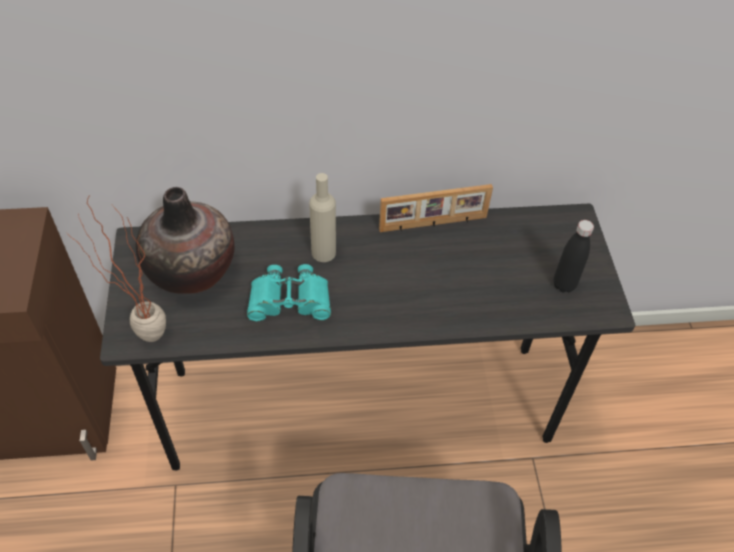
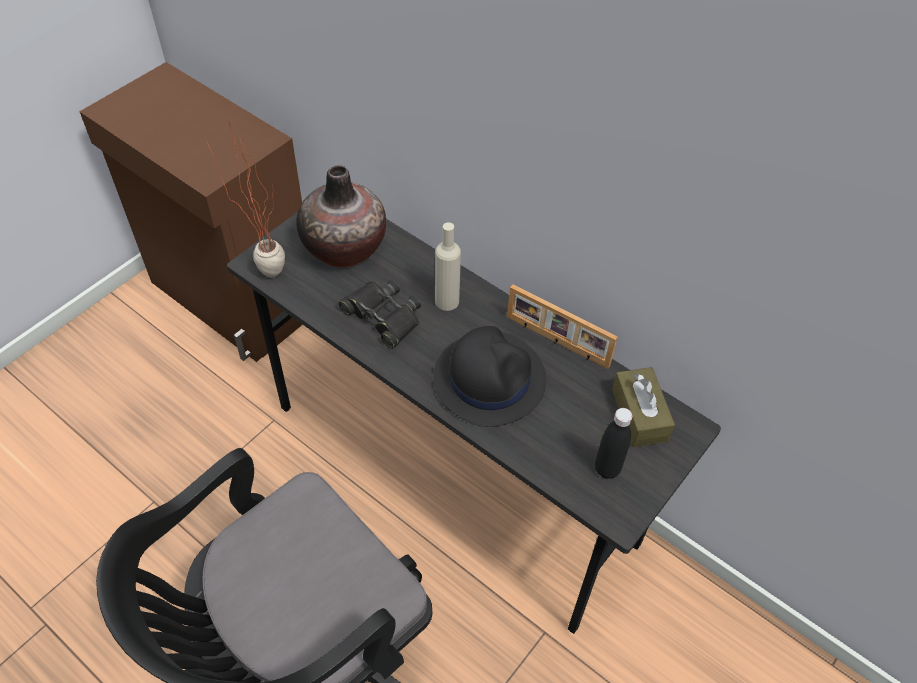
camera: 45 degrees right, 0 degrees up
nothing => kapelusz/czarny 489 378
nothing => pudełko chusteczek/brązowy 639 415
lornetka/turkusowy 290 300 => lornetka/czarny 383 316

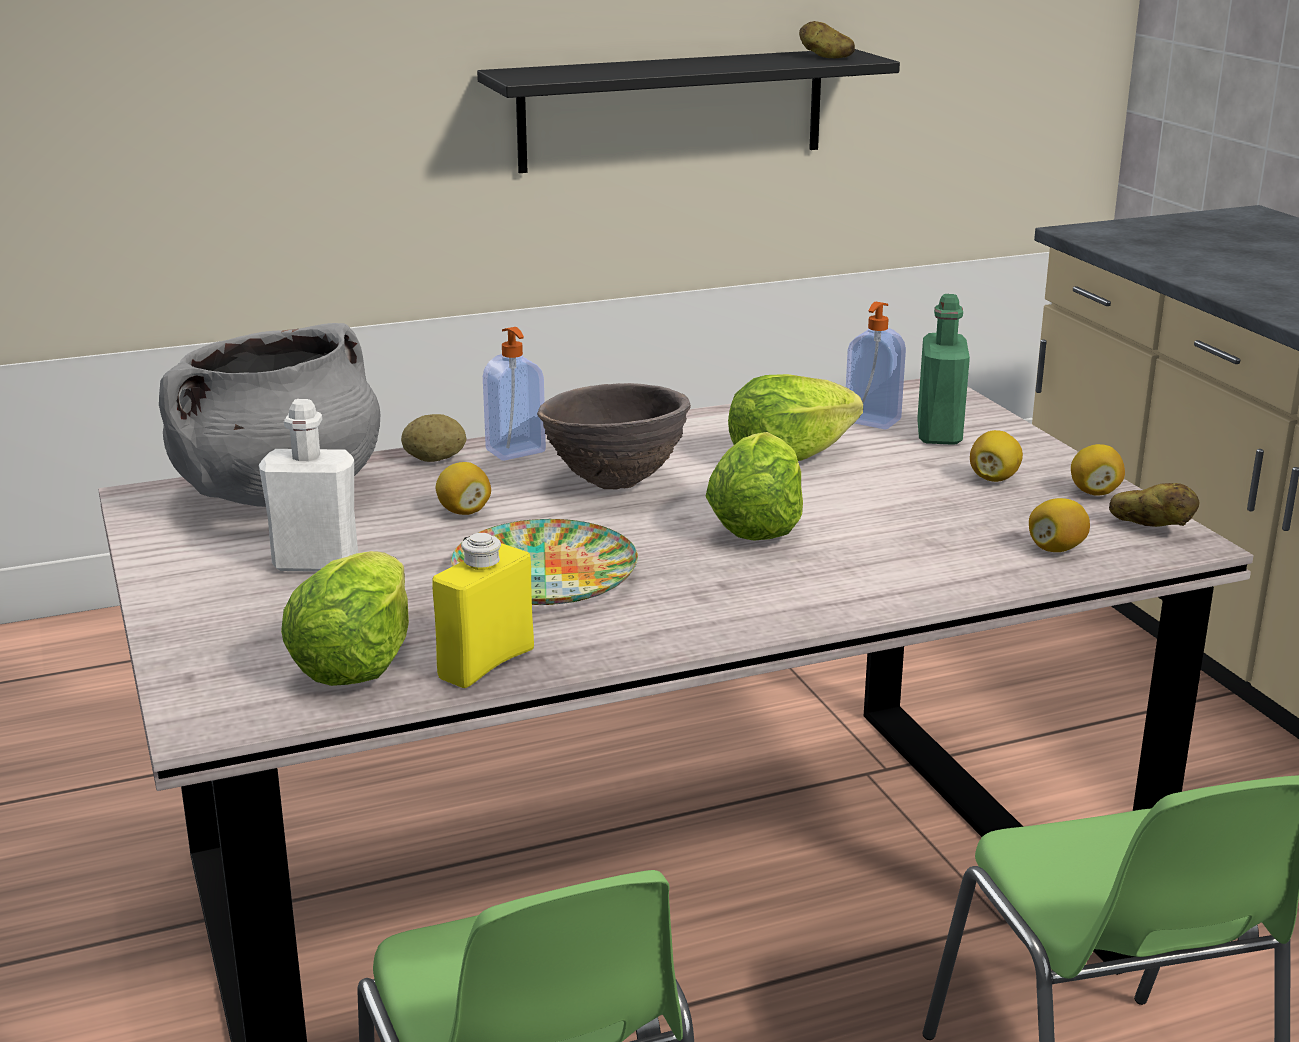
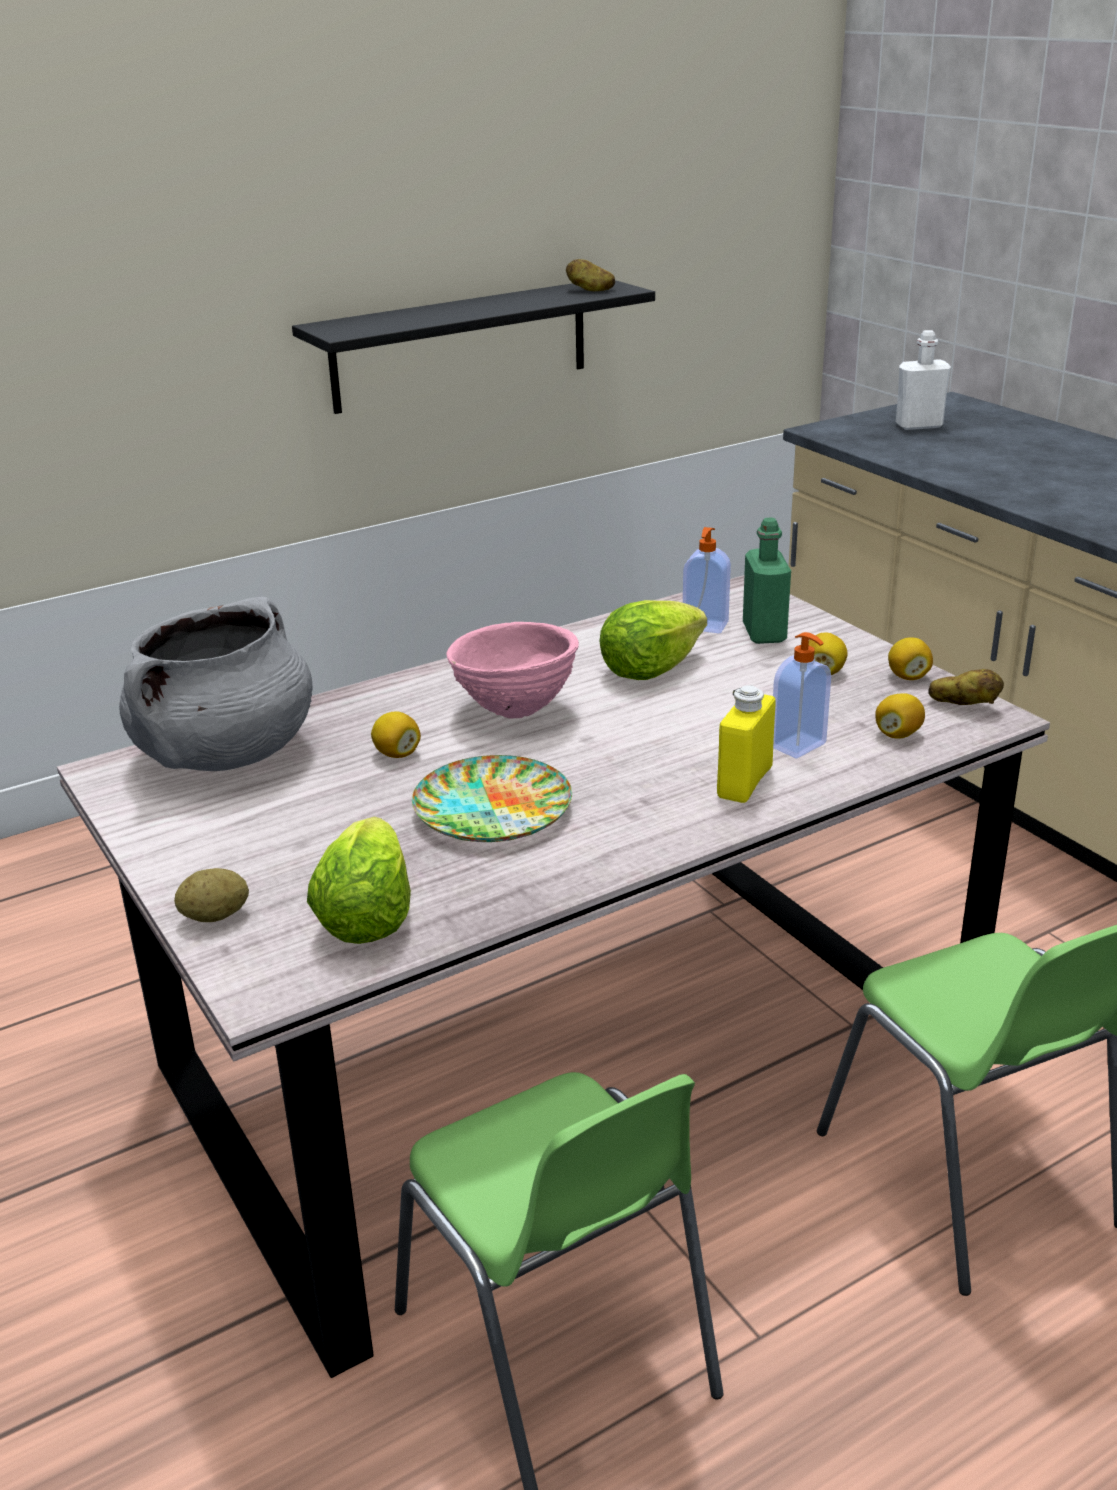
camera: 10 degrees left, 5 degrees up
sałata 756 526 => nothing
butelka/biały 315 563 => butelka/biały 919 425, move
ziemniak 435 459 => ziemniak 215 916, move
butelka/żółty 486 663 => butelka/żółty 744 782, move
dozownik mydła 516 451 => dozownik mydła 799 746, move
miska/brązowy 614 483 => miska/różowy 515 711

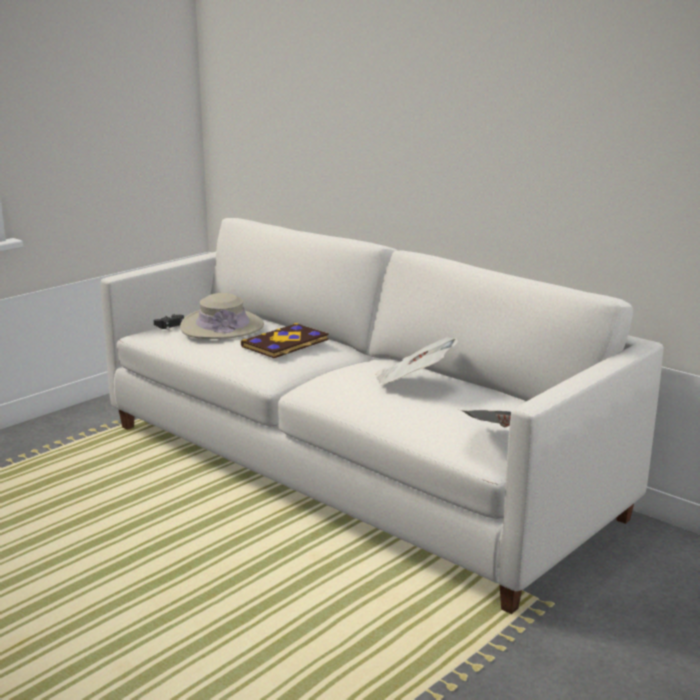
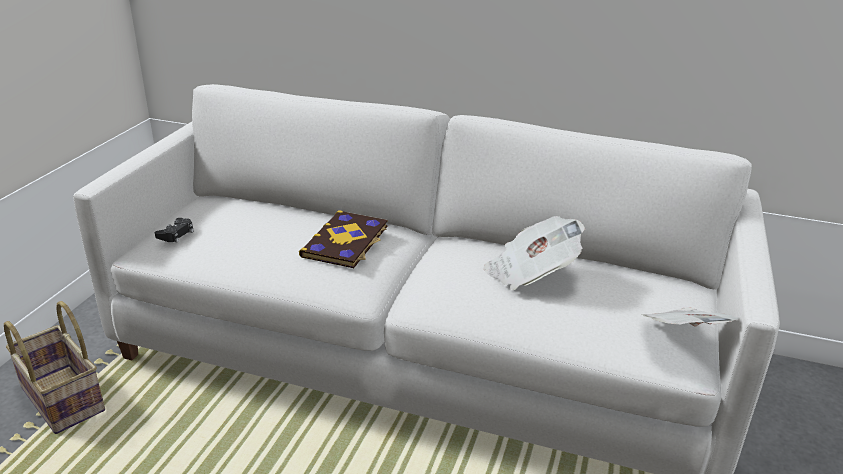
camera: 25 degrees left, 10 degrees up
kapelusz/beżowy 222 326 => nothing
nothing => koszyk 61 399

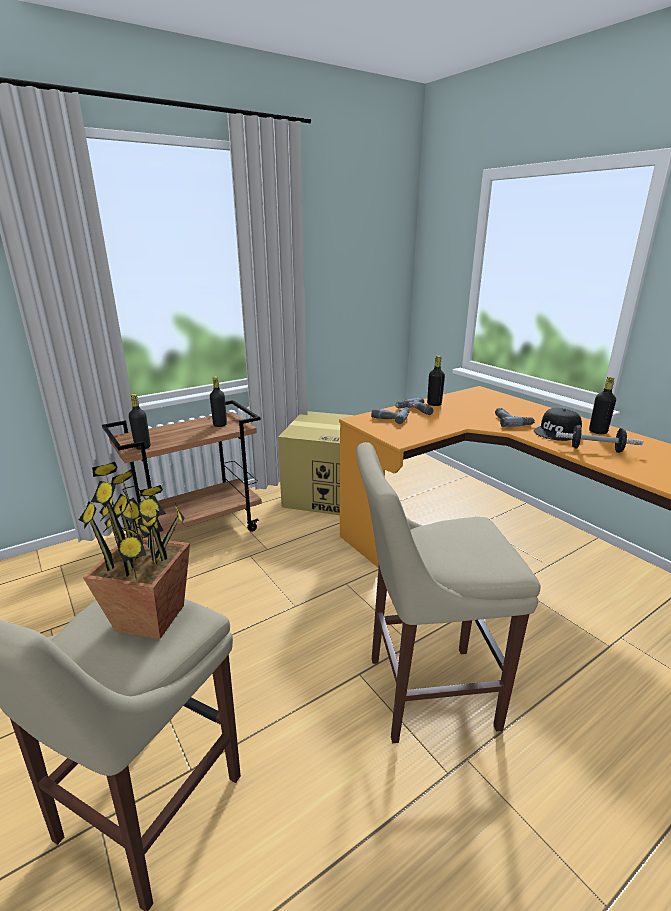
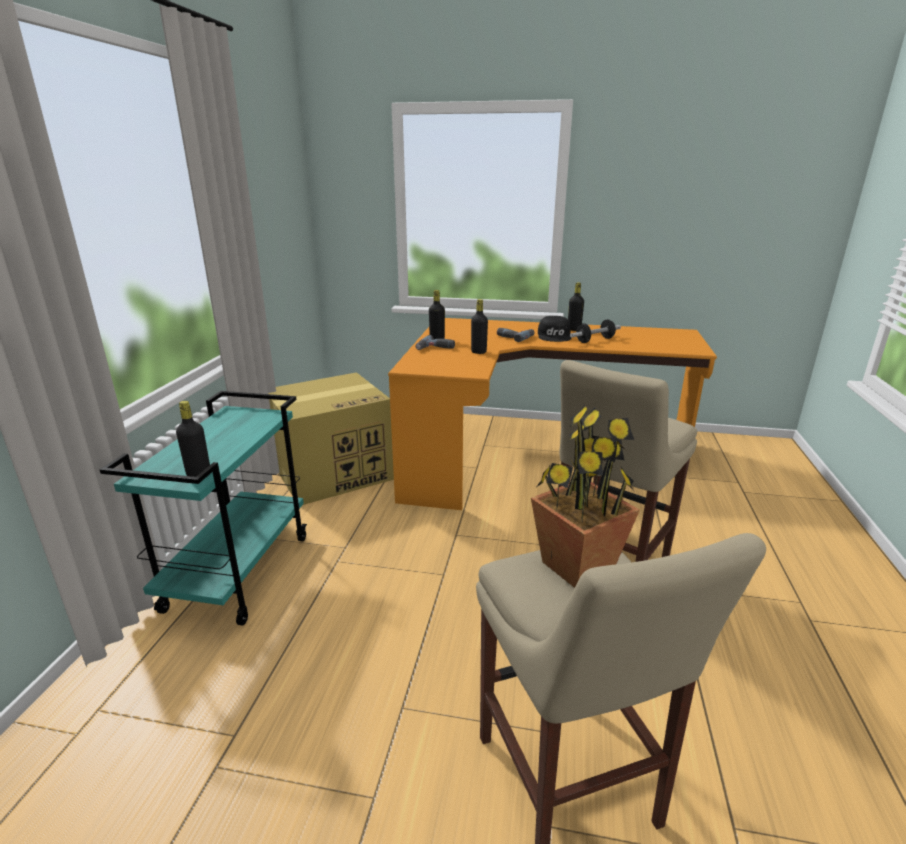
camera: 45 degrees left, 0 degrees up
wiertarka 390 417 => nothing
butelka/czarny 220 424 => butelka/czarny 478 352, move
wózek/brązowy 198 531 => wózek/turkusowy 238 571

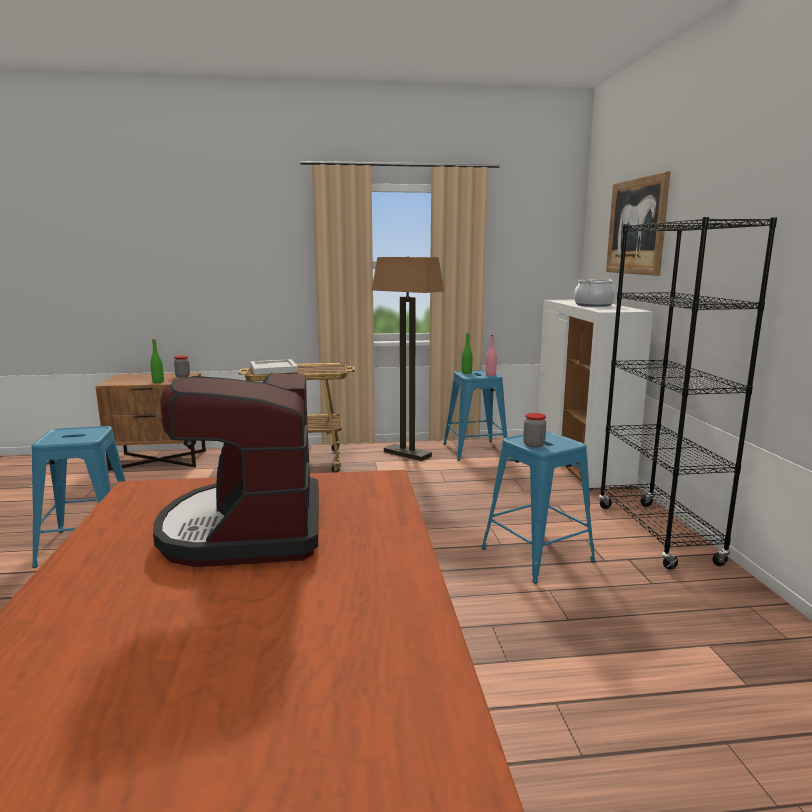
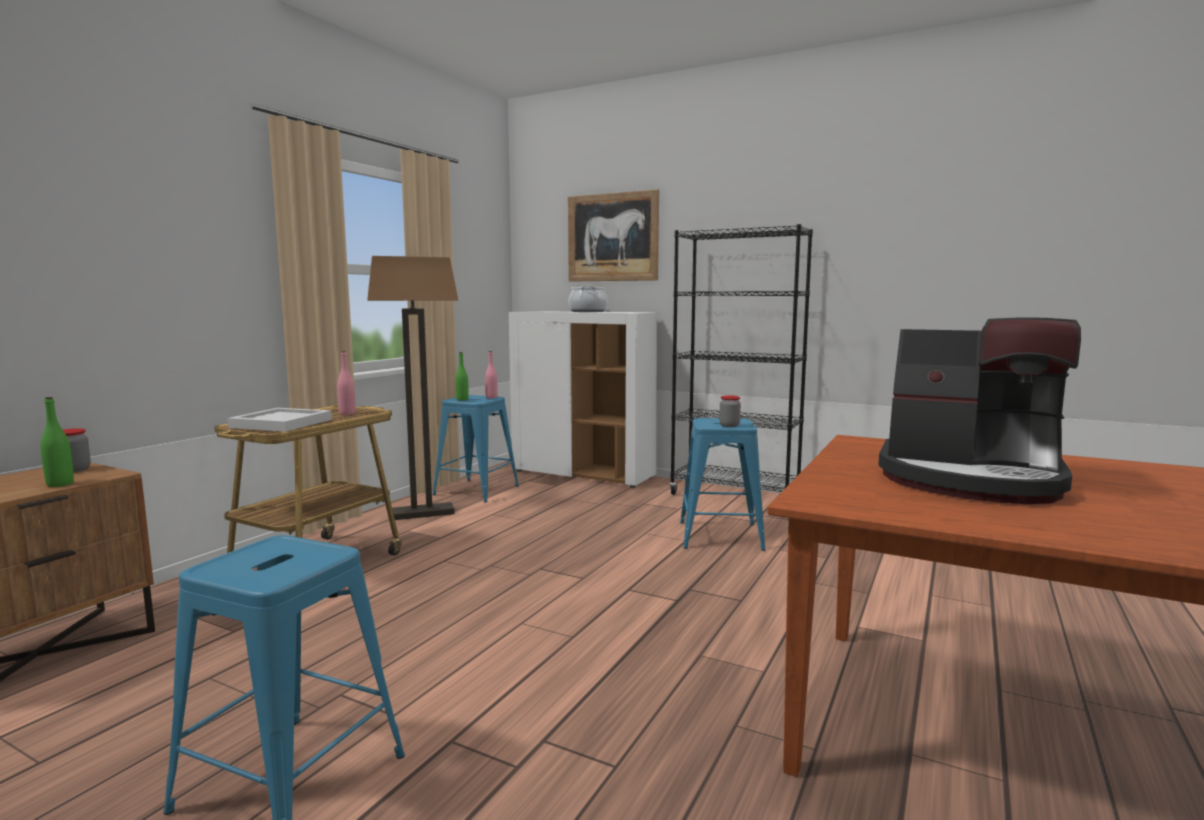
camera: 55 degrees left, 5 degrees down
nothing => butelka/różowy 347 413

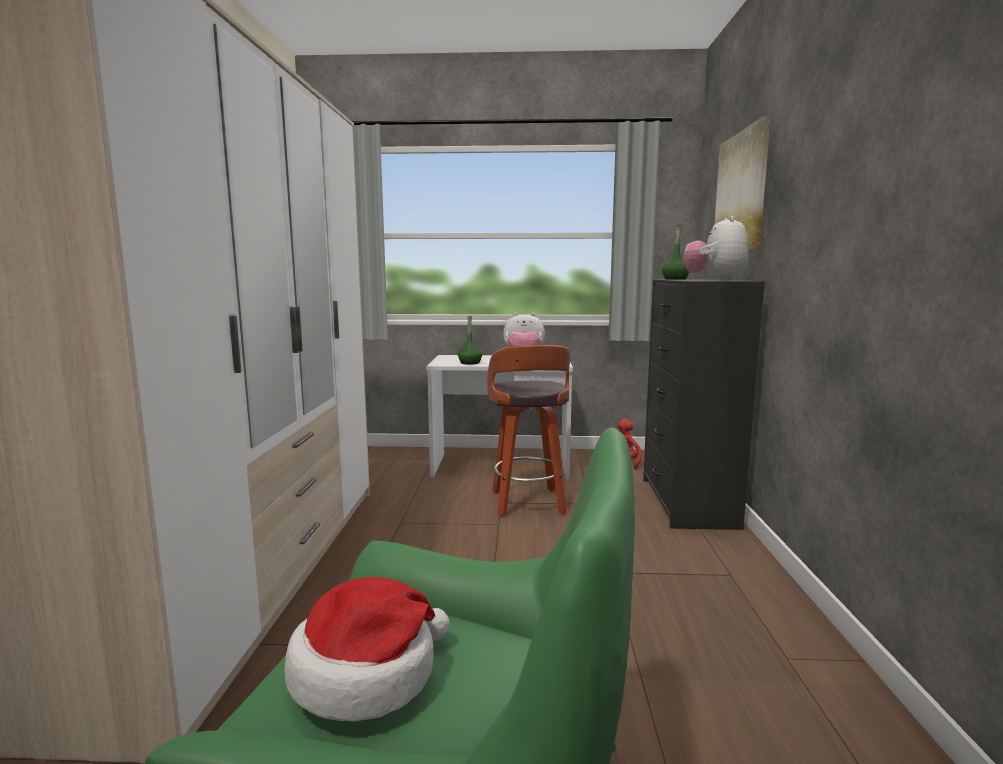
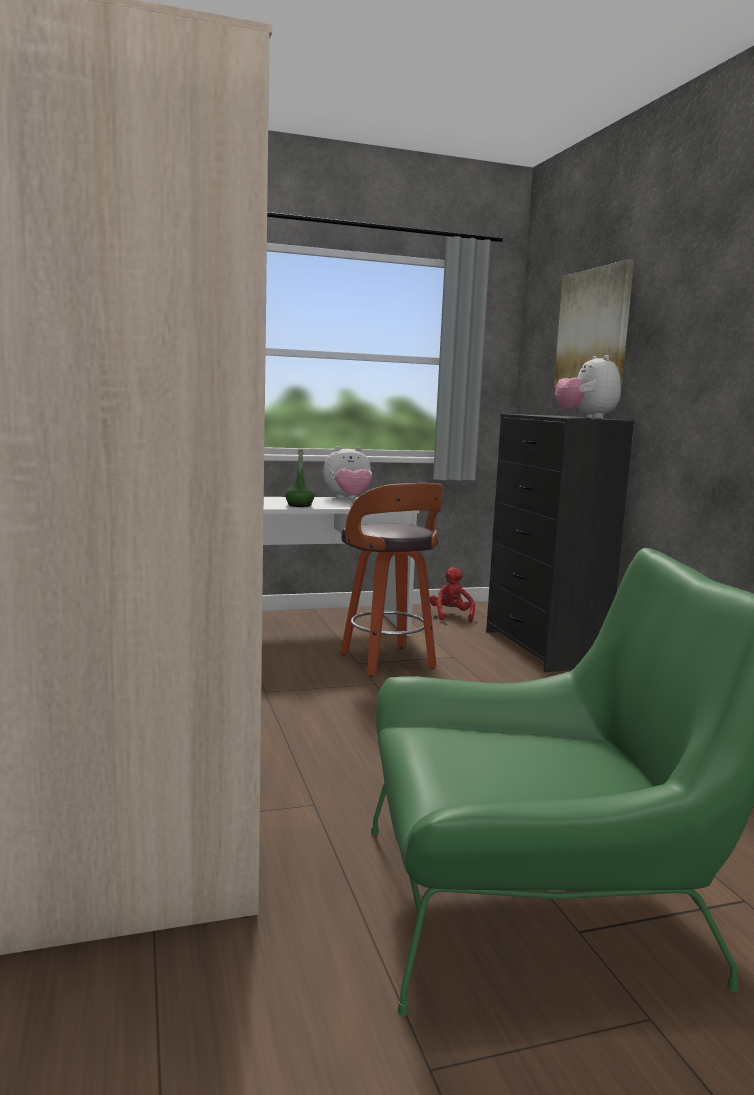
camera: 20 degrees left, 0 degrees up
kapelusz 367 672 => nothing
butelka/zielony 675 279 => nothing

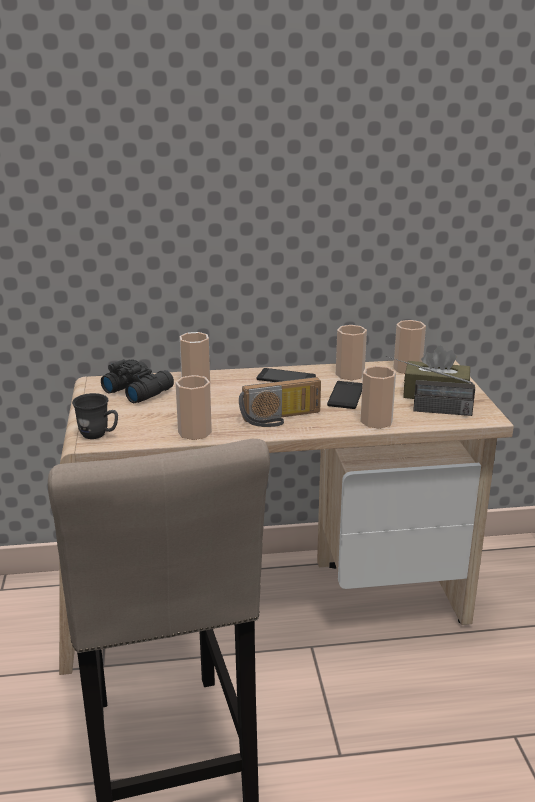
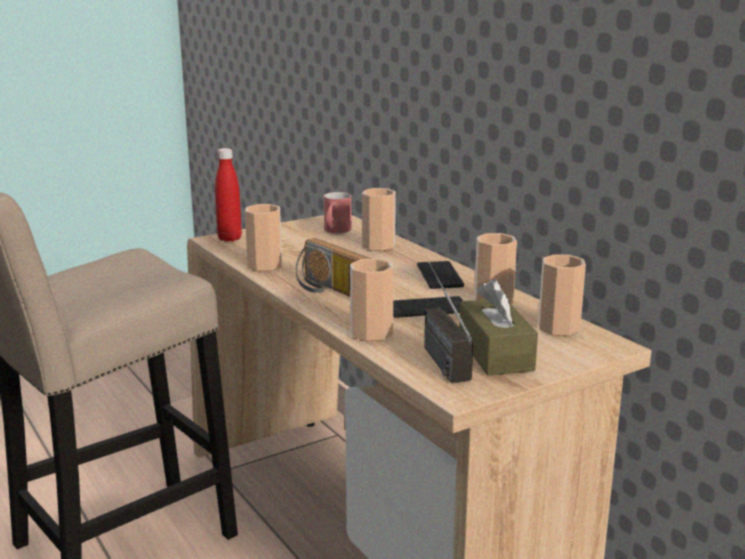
camera: 65 degrees right, 5 degrees down
kubek/szary 99 435 => butelka/czerwony 229 238
lornetka/czarny 138 390 => kubek/czerwony 335 231

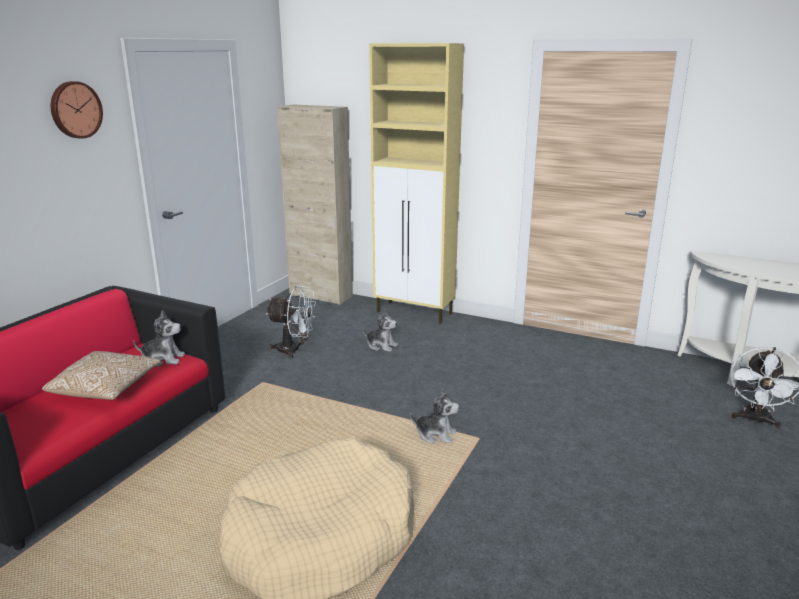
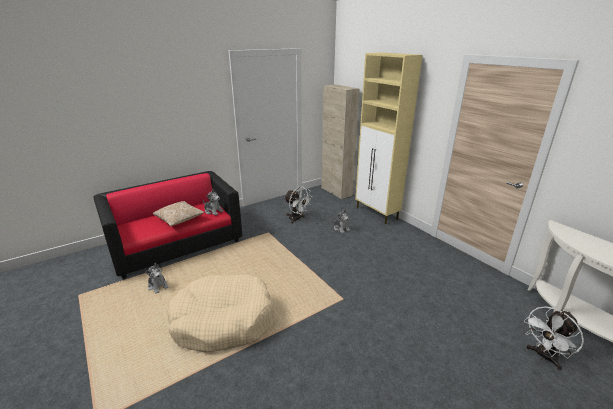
camera: 30 degrees right, 5 degrees up
zegar ścienny 75 110 => nothing
pluszak 436 435 => pluszak 158 286, move

